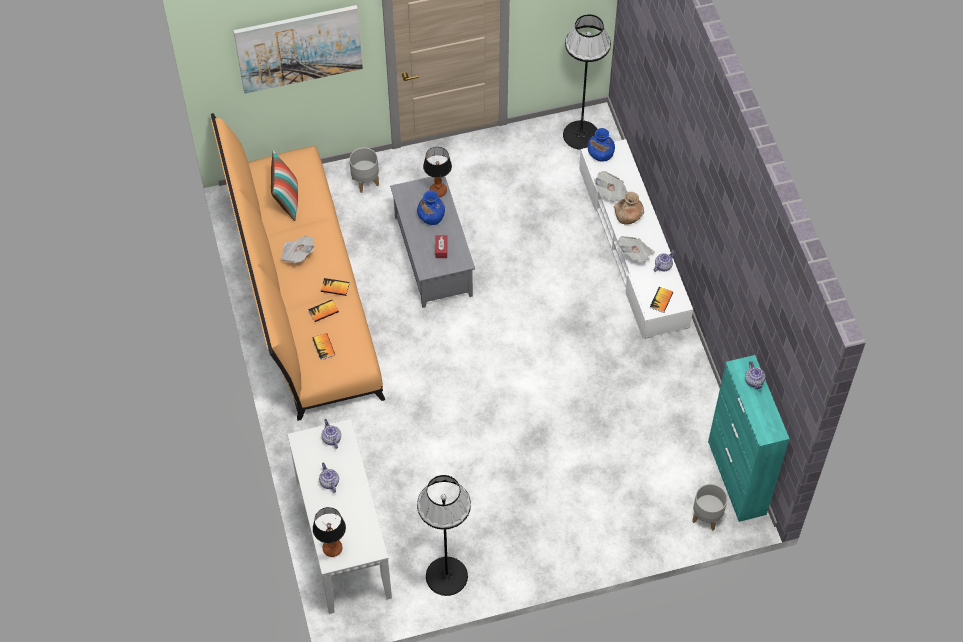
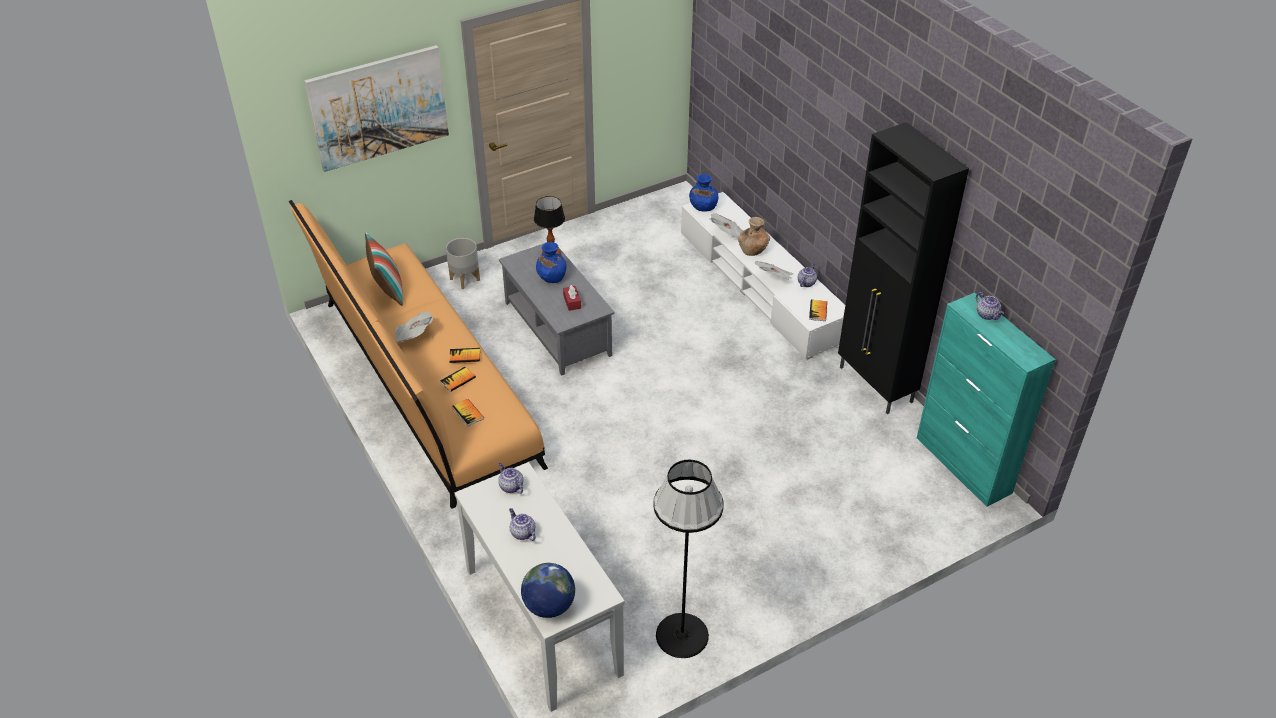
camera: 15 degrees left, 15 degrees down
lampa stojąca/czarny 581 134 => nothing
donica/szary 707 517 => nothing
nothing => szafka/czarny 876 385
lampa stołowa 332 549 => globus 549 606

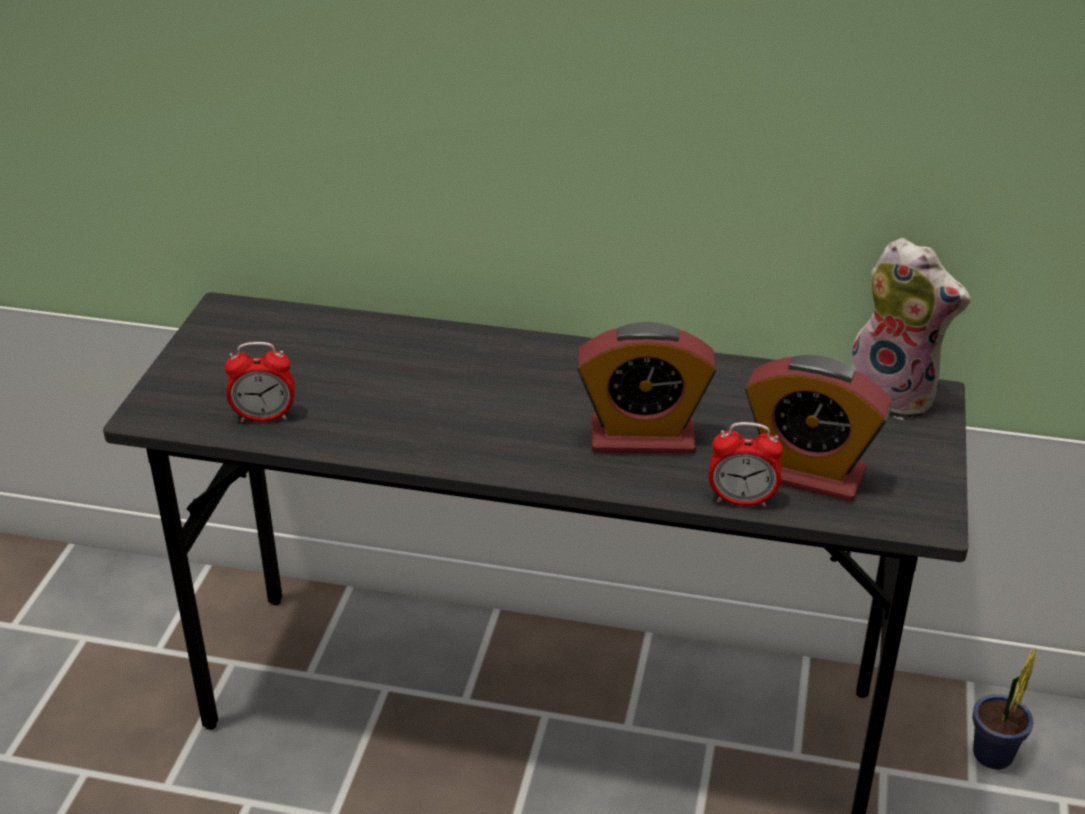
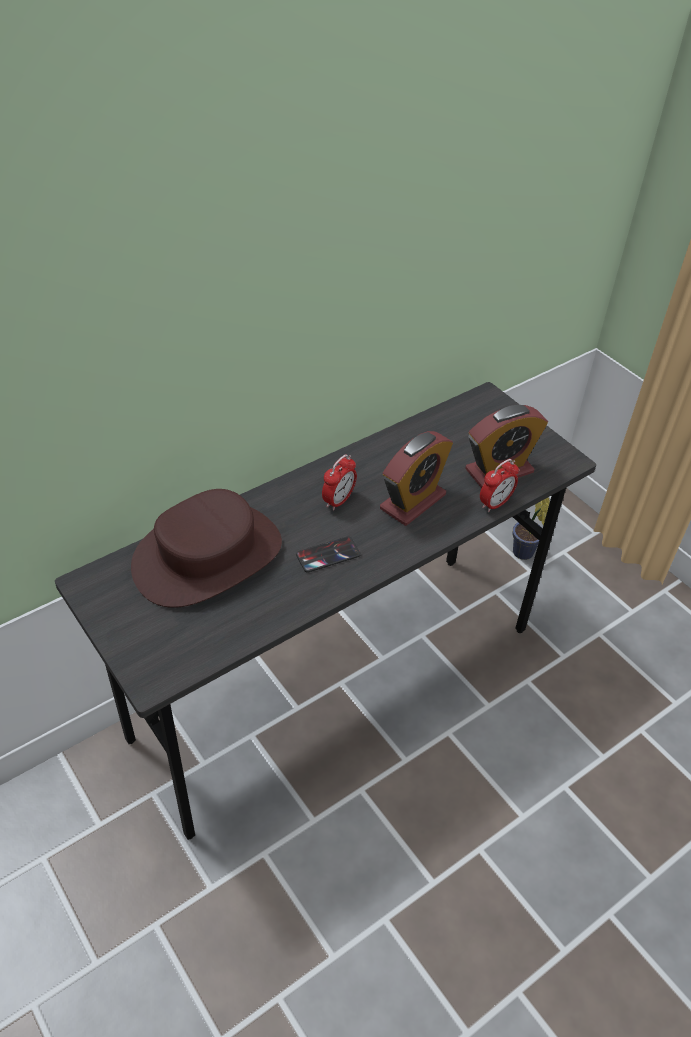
camera: 50 degrees left, 10 degrees up
pluszak 894 395 => nothing
nothing => kapelusz/brązowy 208 557
nothing => telefon 328 555
budzik 264 417 => budzik 338 500, move

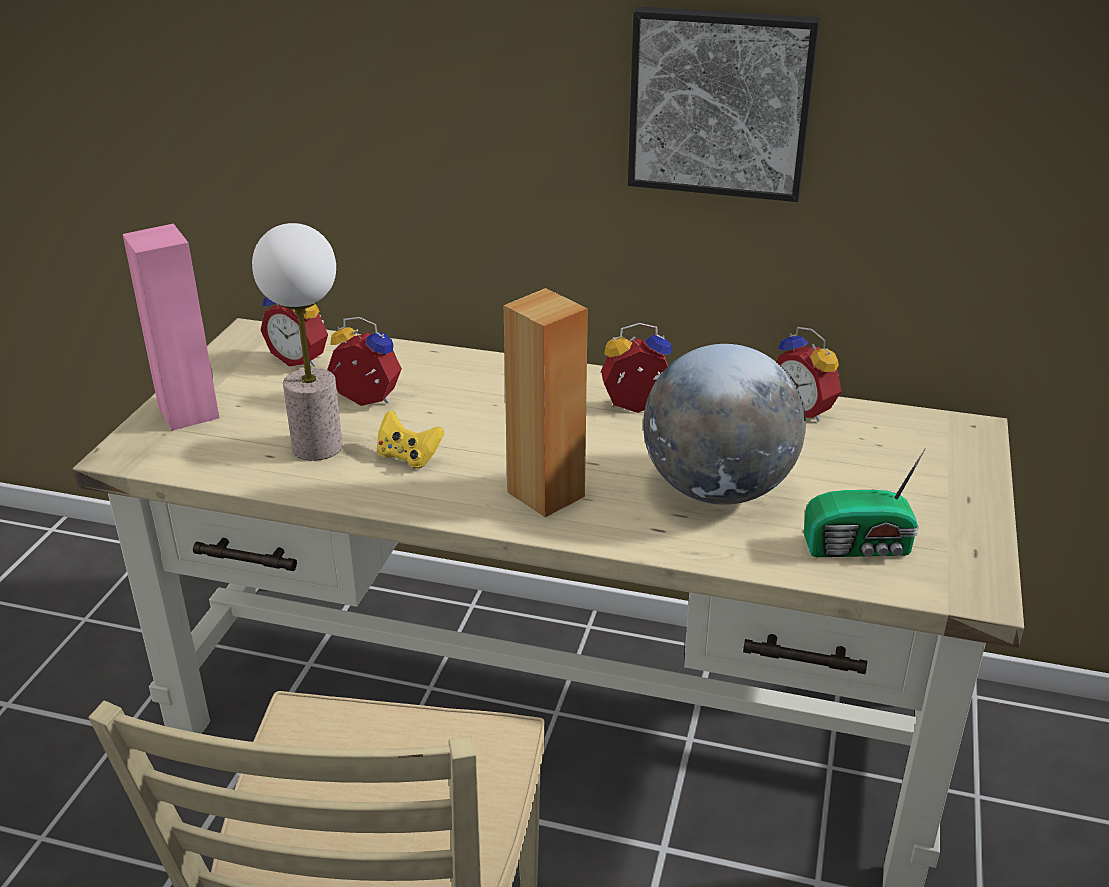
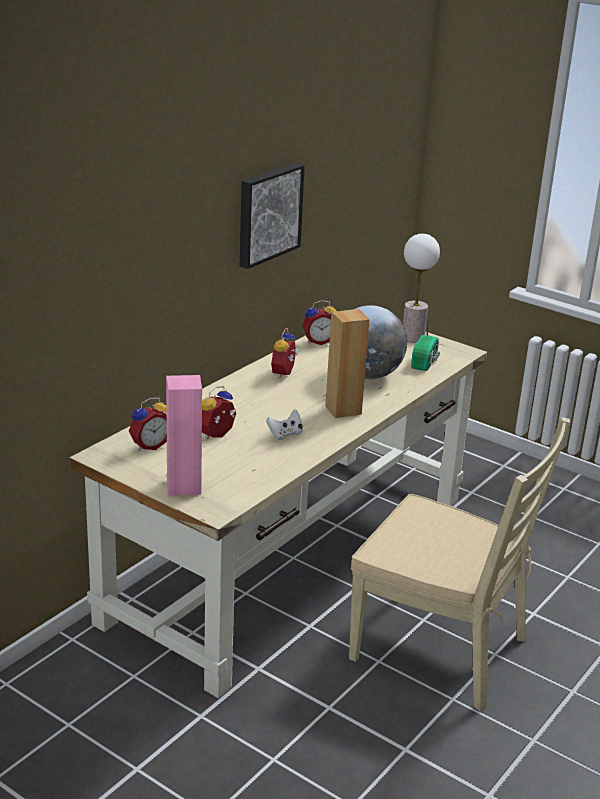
camera: 70 degrees left, 5 degrees down
lampa stołowa 316 446 => lampa stołowa 412 337, move
pad do gier/żółty 408 457 => pad do gier/biały 285 434

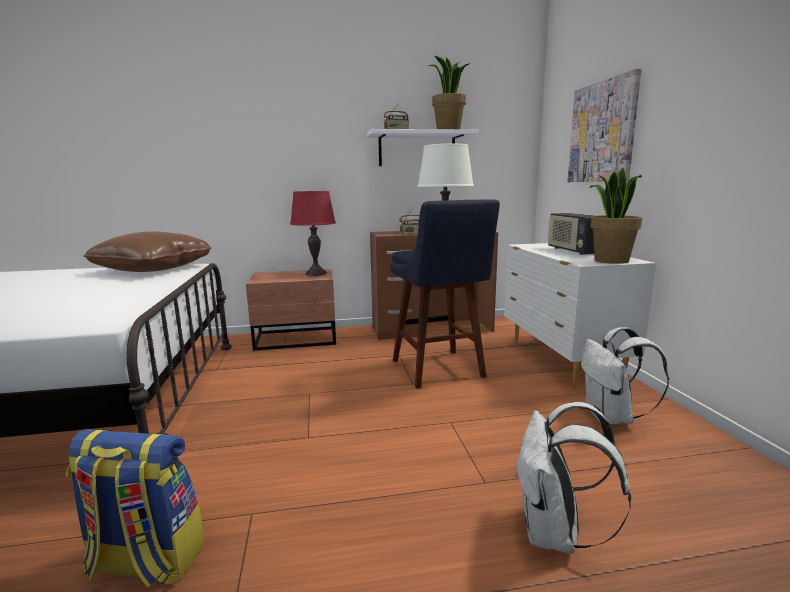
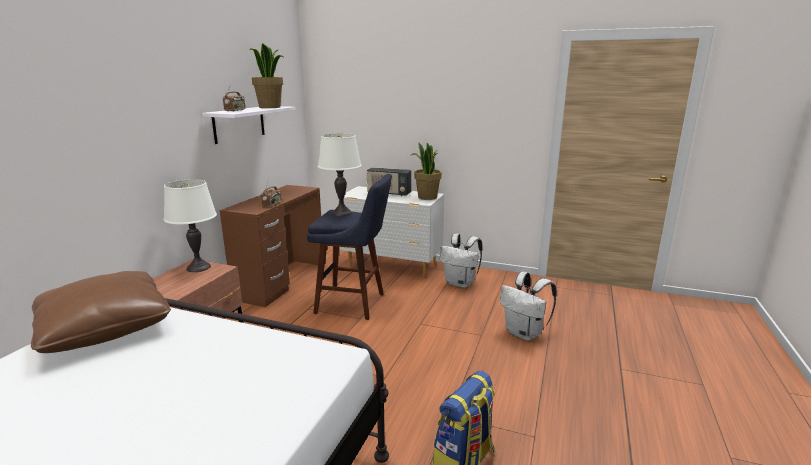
camera: 60 degrees left, 5 degrees up
obraz 602 132 => nothing
lampa stołowa/czerwony 316 273 => lampa stołowa/biały 198 267

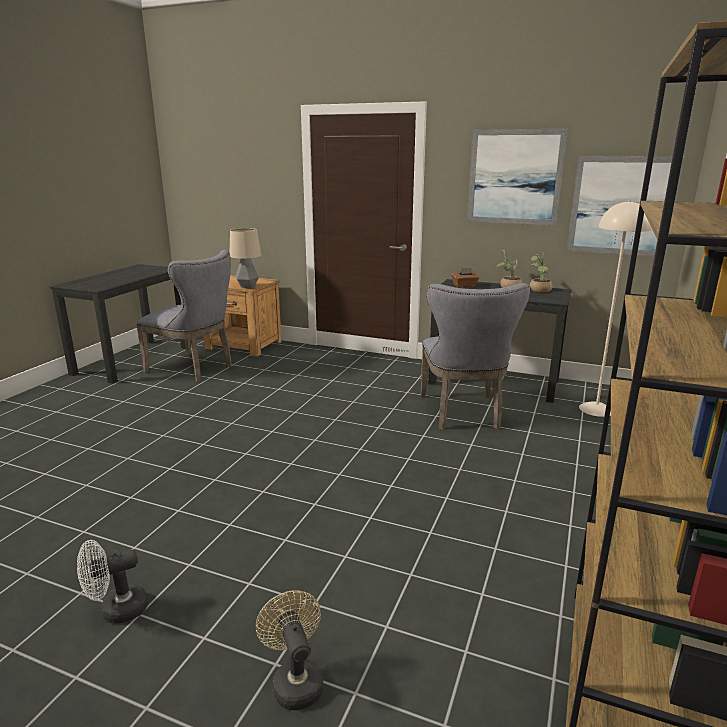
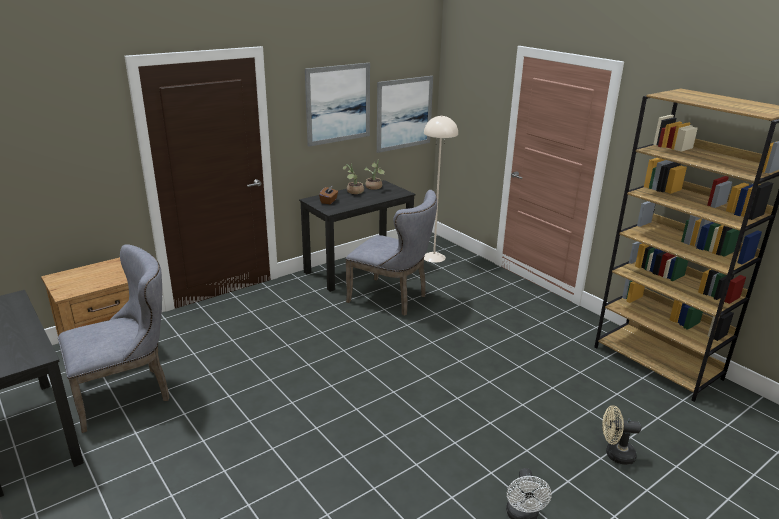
camera: 60 degrees left, 5 degrees up
lampa stołowa 247 286 => nothing

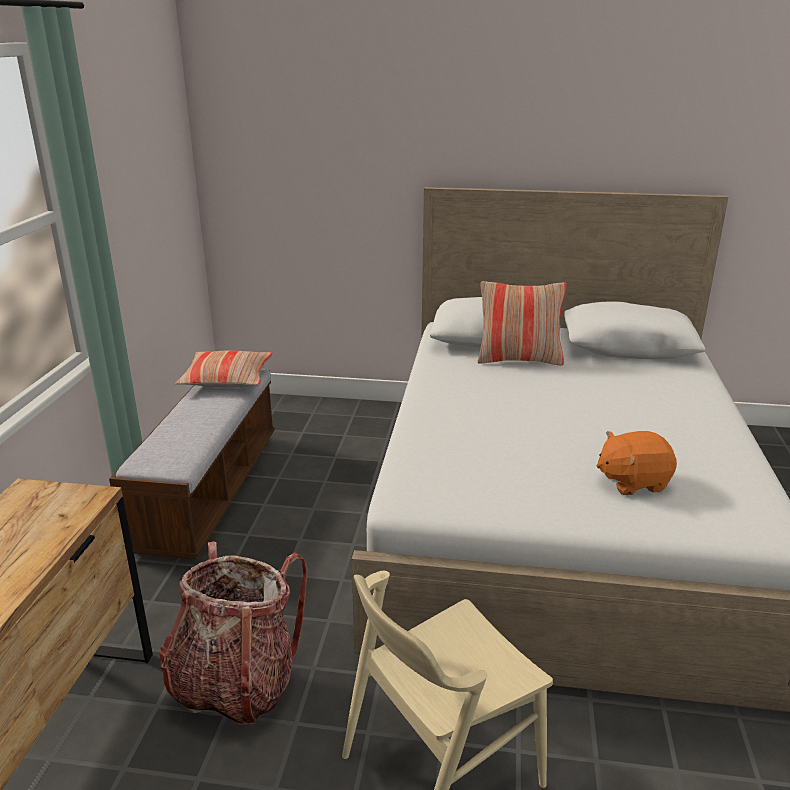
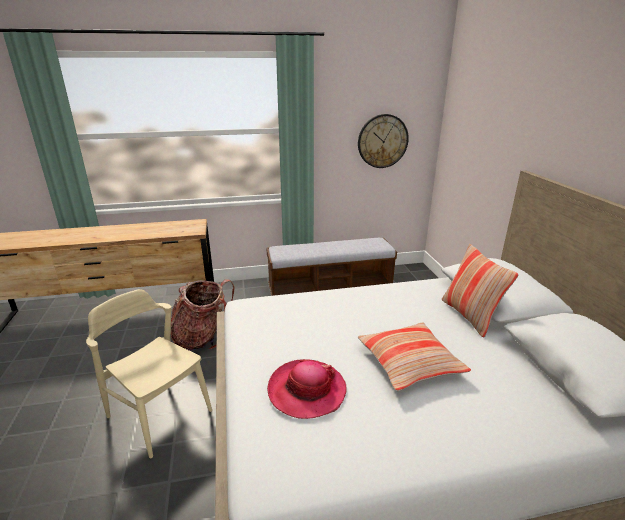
camera: 70 degrees right, 0 degrees up
nothing => zegar ścienny 382 141
poduszka 227 379 => poduszka 409 363, move
pluszak/pomarańczowy 632 481 => kapelusz 306 390

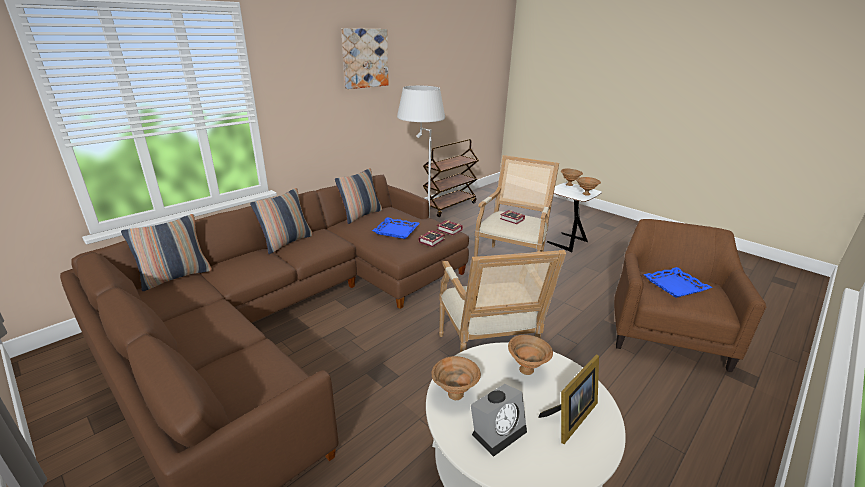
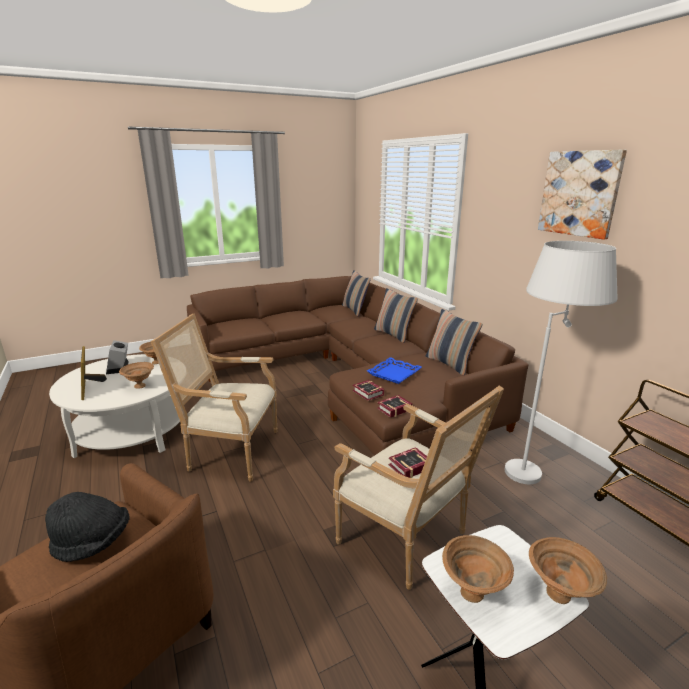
camera: 110 degrees right, 5 degrees down
taca/niebieski 675 286 => kapelusz/czarny 92 543

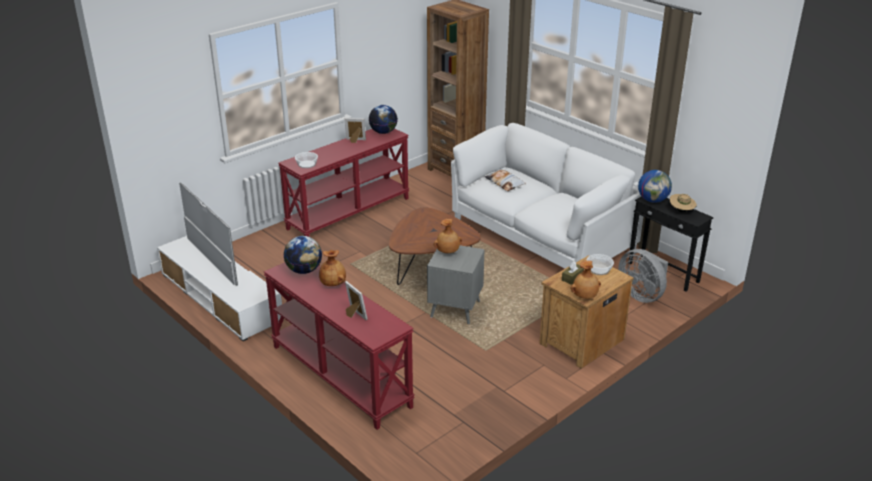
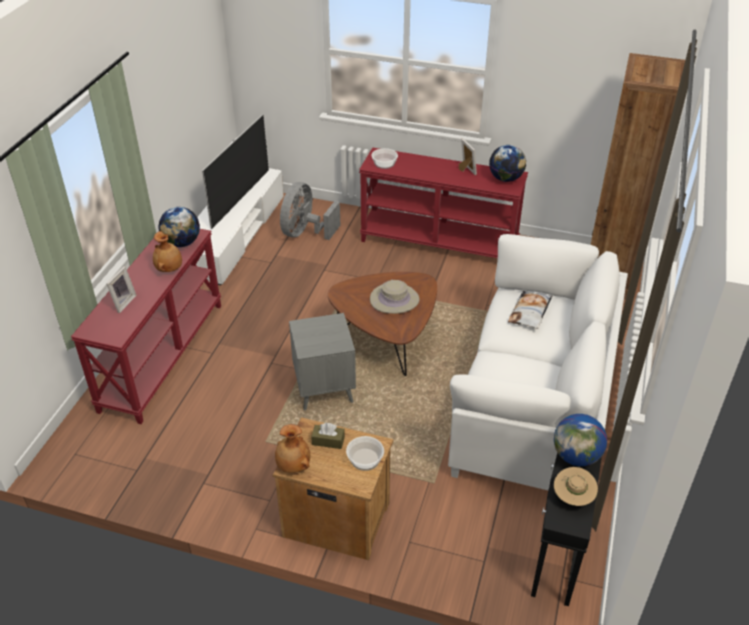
camera: 60 degrees right, 10 degrees up
wazon/brązowy 448 252 => nothing
nothing => kapelusz/beżowy 394 299
wentylator/szary 642 295 => wentylator/szary 305 232, move

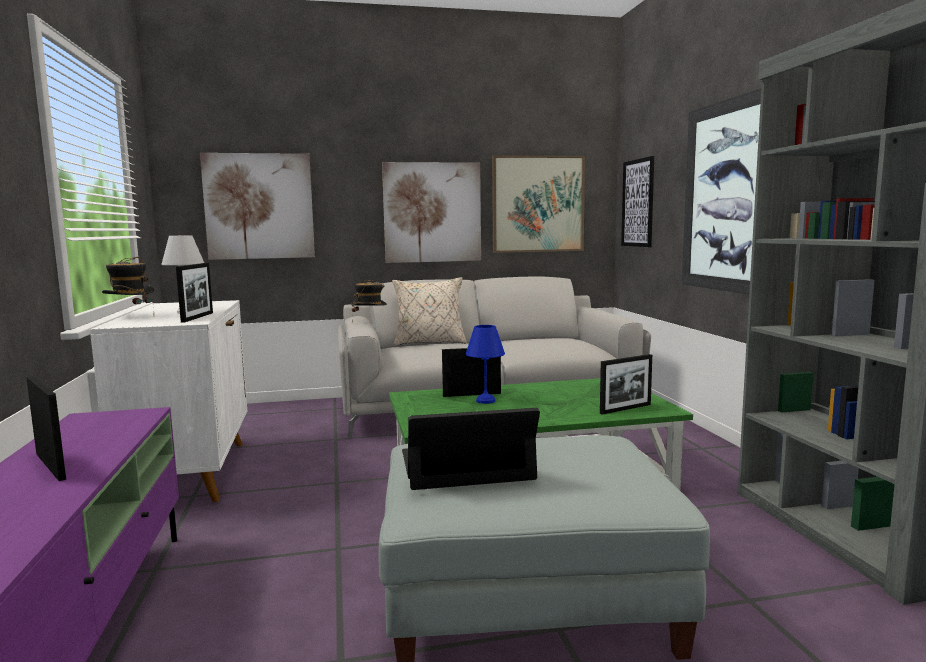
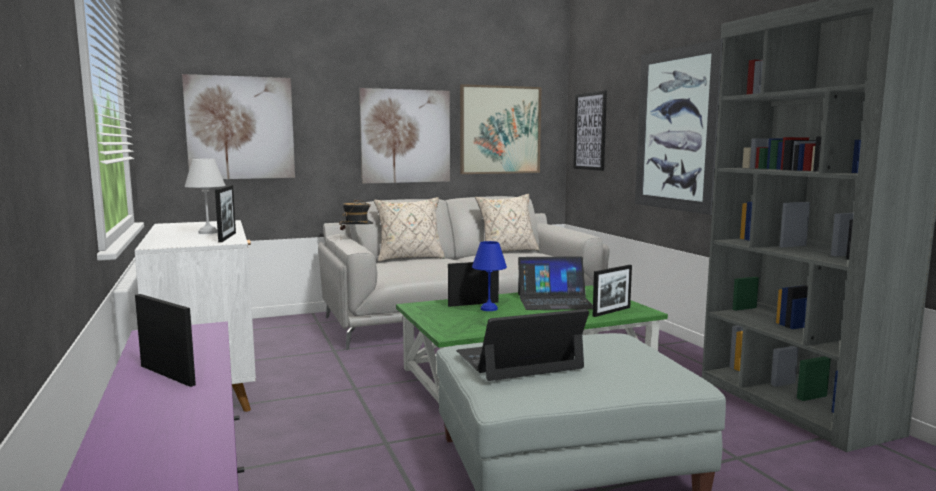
camera: 10 degrees left, 0 degrees up
kapelusz 131 317 => nothing
nothing => poduszka/beżowy 507 251
nothing => laptop 555 301

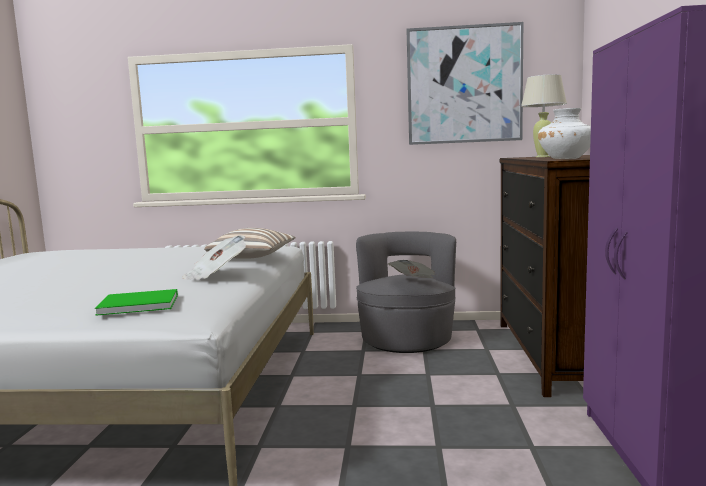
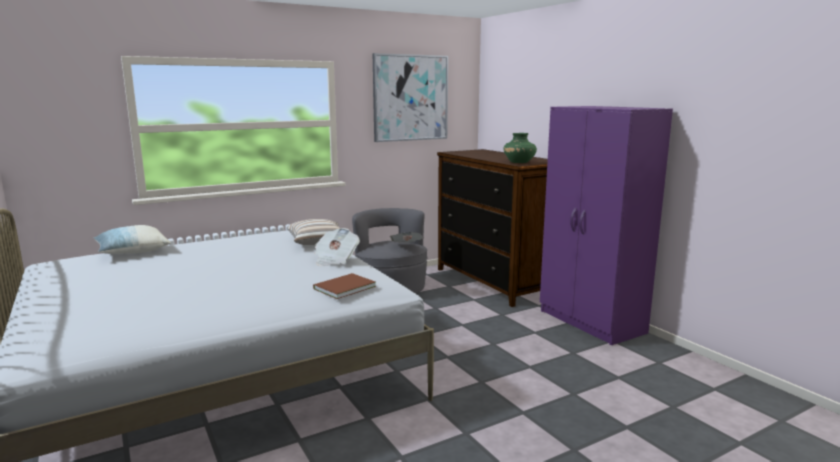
camera: 35 degrees left, 5 degrees up
lampa stołowa/beżowy 542 157 => nothing
nothing => poduszka 132 252
książka/zielony 137 304 => książka/brązowy 342 287
wazon/biały 566 159 => wazon/zielony 519 163

